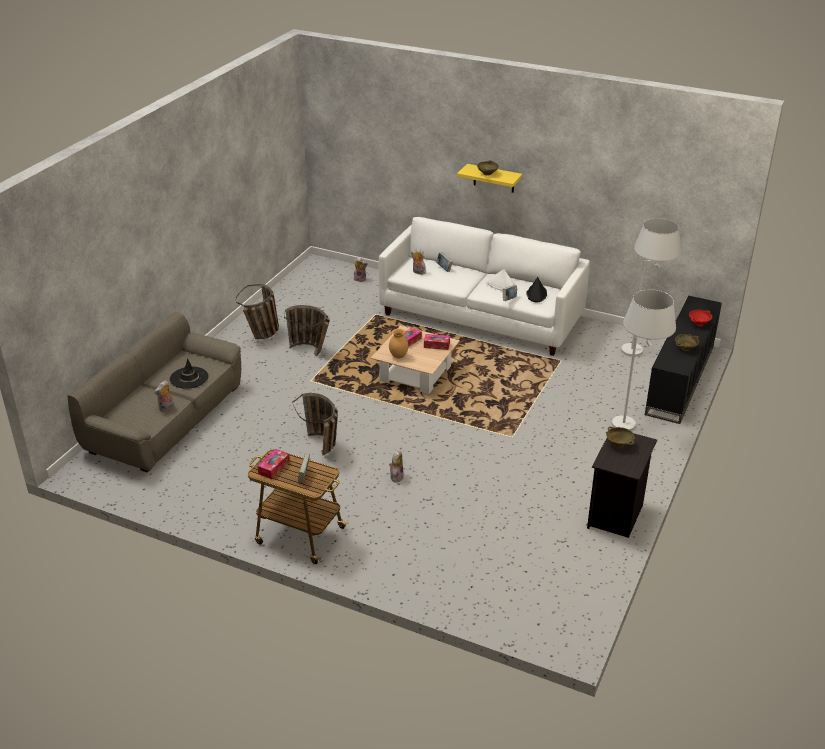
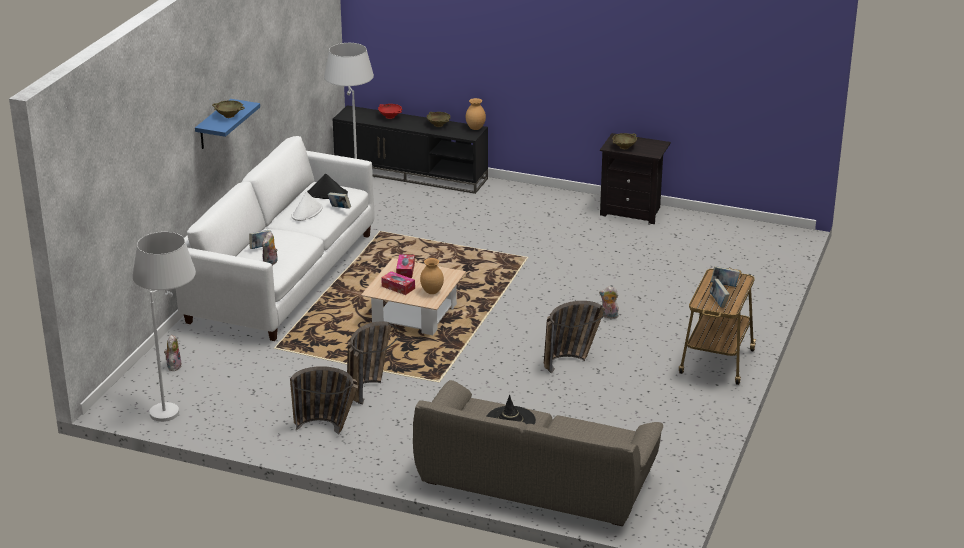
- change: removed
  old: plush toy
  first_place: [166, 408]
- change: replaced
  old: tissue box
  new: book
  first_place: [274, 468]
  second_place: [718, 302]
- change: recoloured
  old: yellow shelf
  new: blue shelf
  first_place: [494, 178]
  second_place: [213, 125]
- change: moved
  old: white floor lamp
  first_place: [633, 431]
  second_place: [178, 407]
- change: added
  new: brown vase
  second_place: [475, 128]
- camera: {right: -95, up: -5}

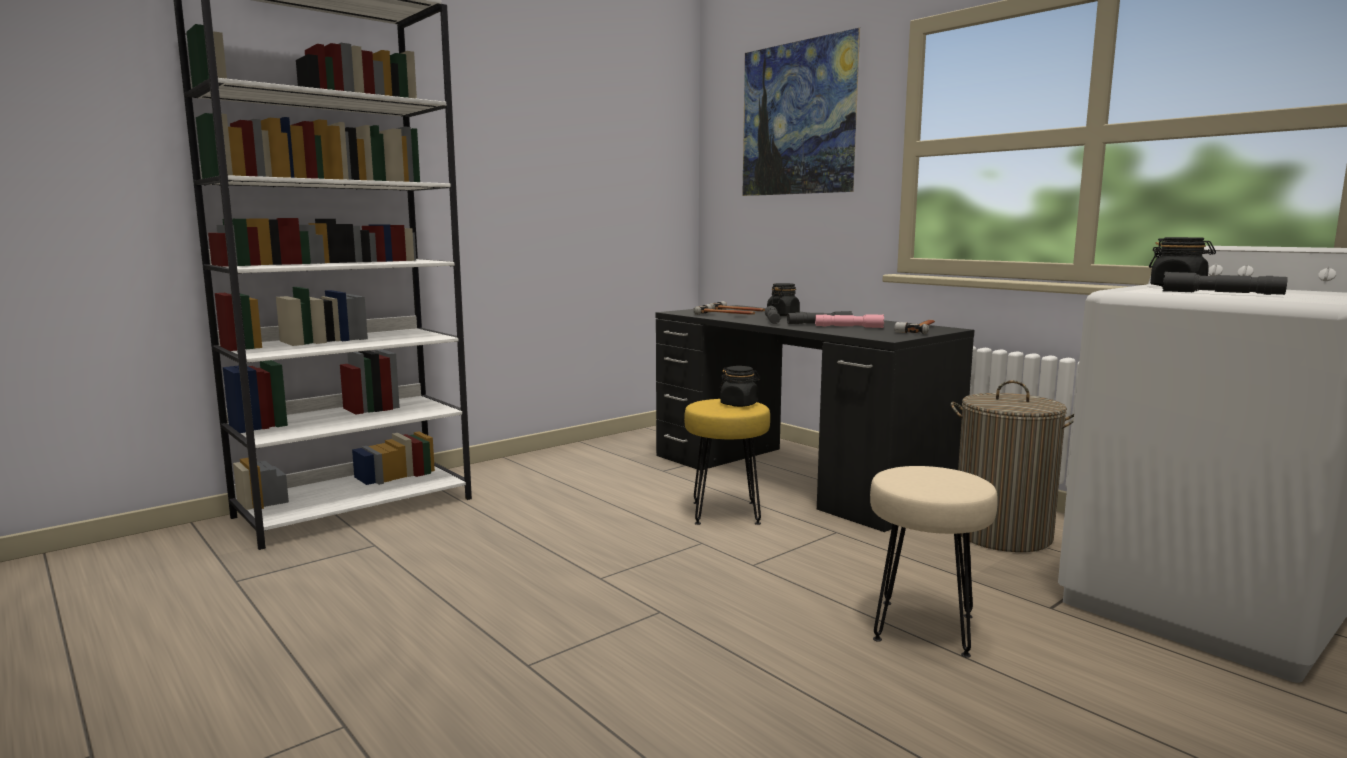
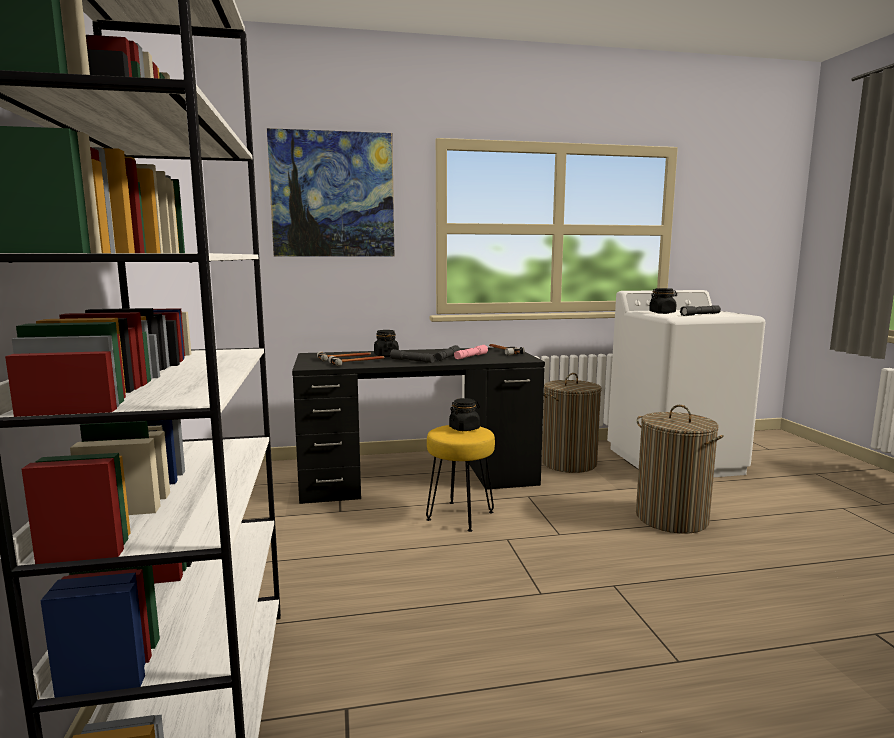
- change: replaced
  old: beige stool
  new: laundry basket
  first_place: [922, 627]
  second_place: [671, 518]
- camera: {right: -60, up: 0}

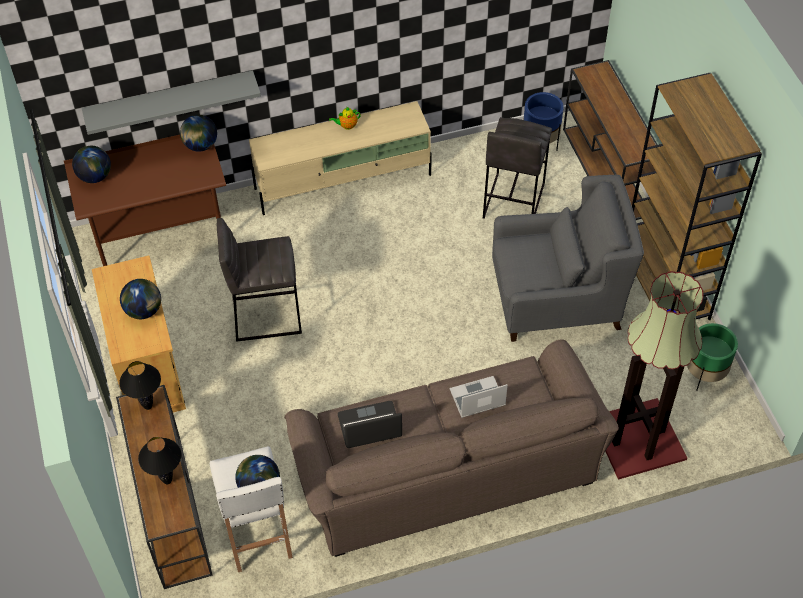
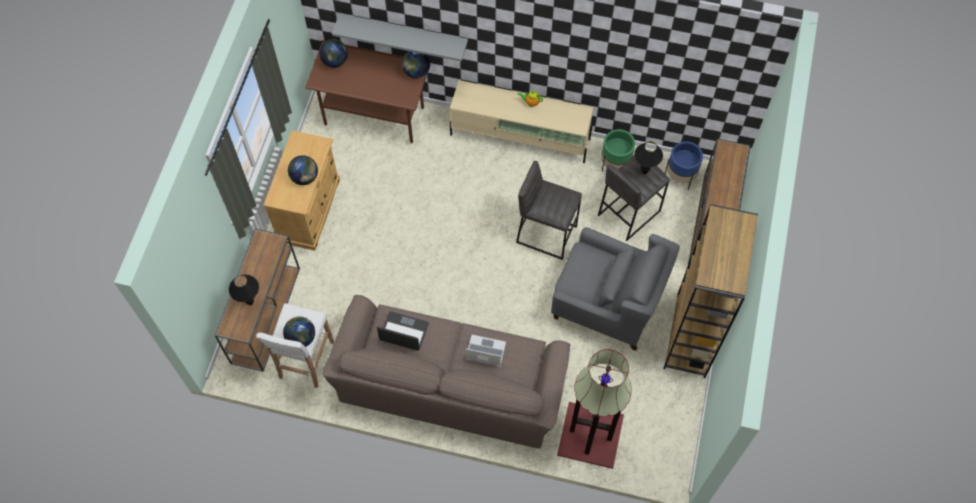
- change: moved
  old: black table lamp
  first_place: [148, 407]
  second_place: [644, 172]
- change: moved
  old: grey stool
  first_place: [266, 315]
  second_place: [546, 233]
- change: moved
  old: green planter
  first_place: [704, 374]
  second_place: [615, 164]
- camera: {right: 30, up: 10}

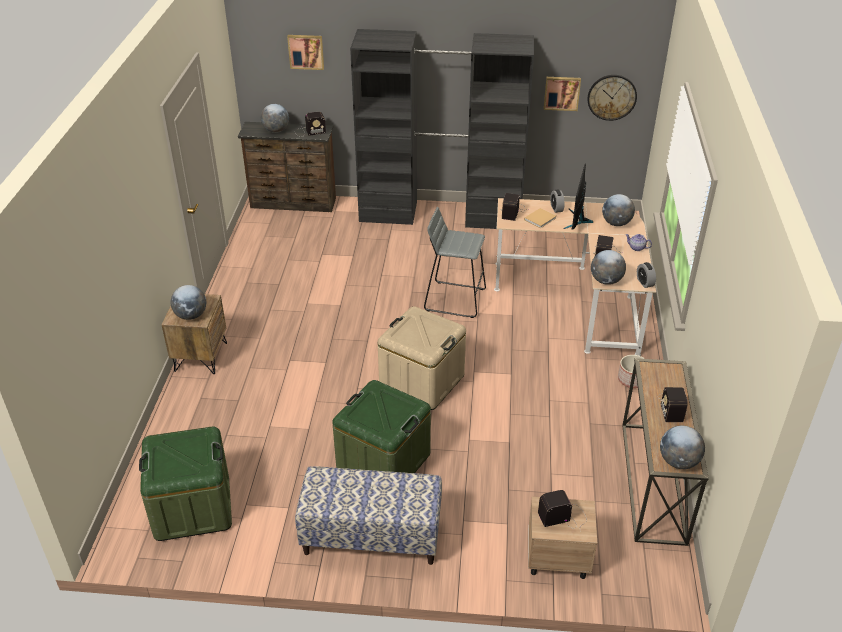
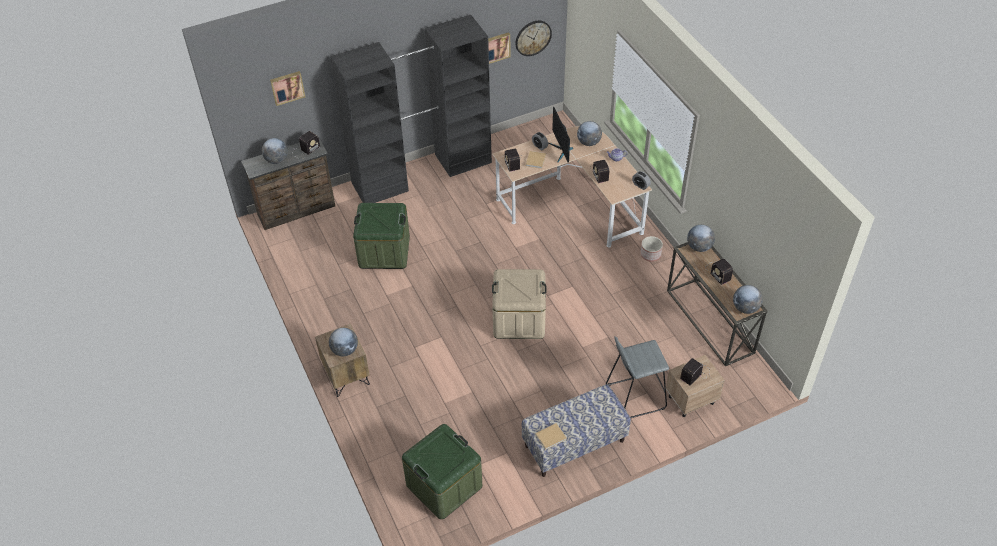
- change: moved
  old: green storage box
  first_place: [383, 461]
  second_place: [384, 251]
- change: moved
  old: grey stool
  first_place: [454, 299]
  second_place: [635, 396]
- change: moved
  old: globe
  first_place: [606, 281]
  second_place: [699, 247]
- change: added
  new: beige book
  second_place: [551, 436]
- camera: {right: -30, up: 10}

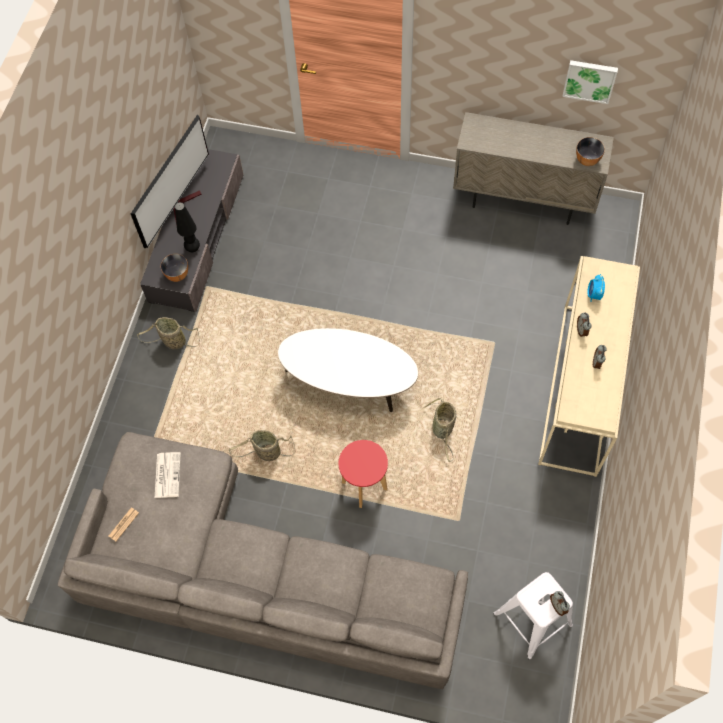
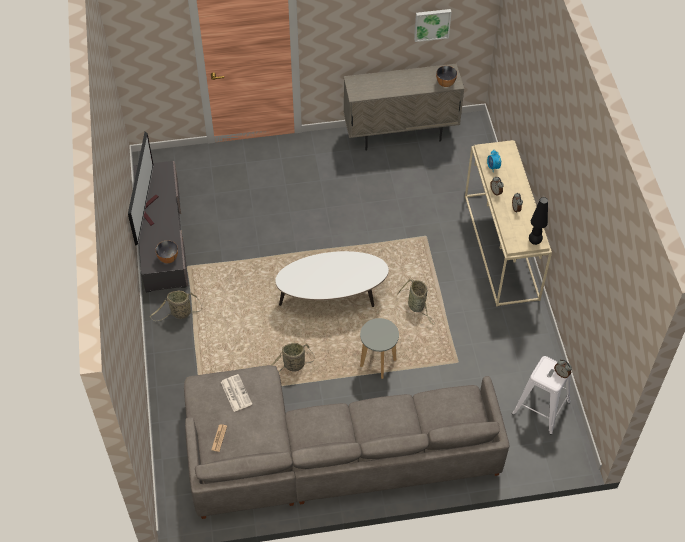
- change: moved
  old: black table lamp
  first_place: [192, 248]
  second_place: [534, 242]
- change: recoloured
  old: red stool
  new: grey stool
  first_place: [364, 485]
  second_place: [378, 363]
- camera: {right: -25, up: -10}

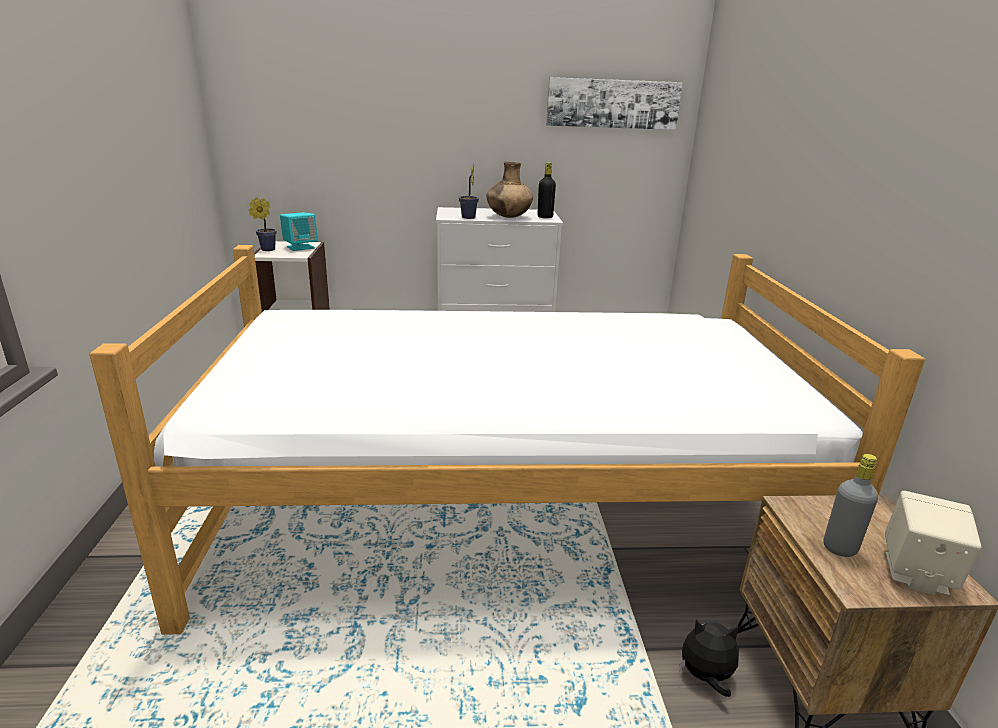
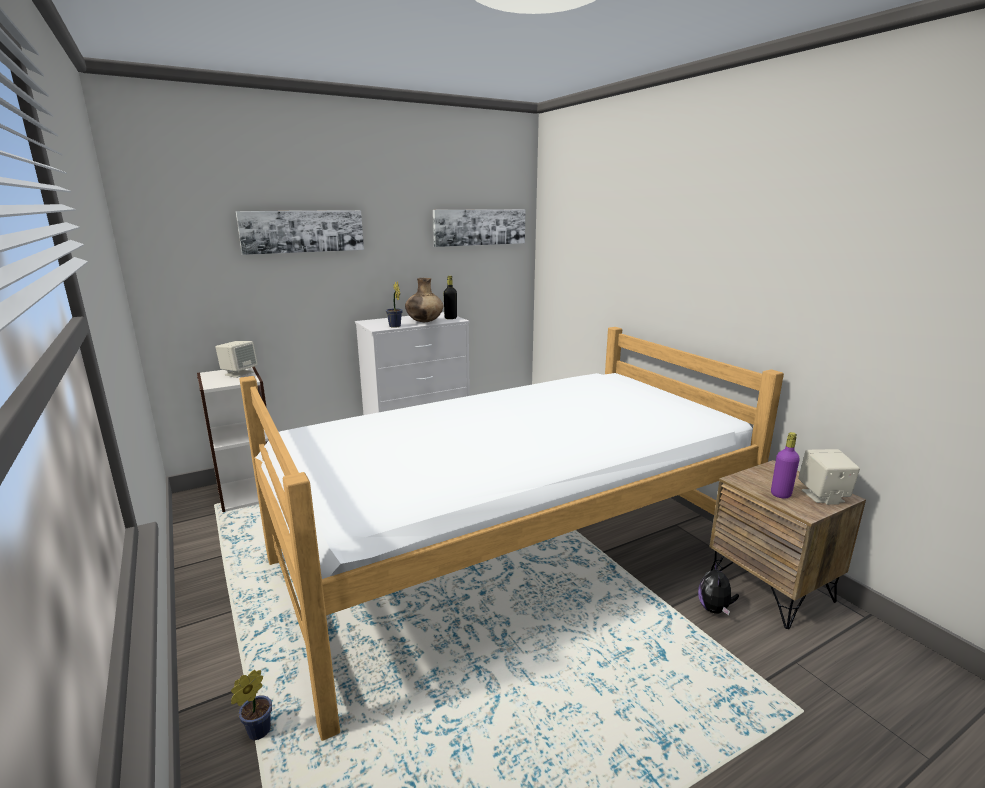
- change: moved
  old: potted plant
  first_place: [266, 249]
  second_place: [256, 733]
- change: recoloured
  old: turquoise speaker
  new: beige speaker
  first_place: [300, 247]
  second_place: [239, 373]
- change: turned
  old: plush toy
  first_place: [705, 677]
  second_place: [714, 609]
  degrees: -60
- change: recoloured
  old: grey bottle
  new: purple bottle
  first_place: [839, 548]
  second_place: [780, 494]
- change: added
  new: picture
  second_place: [302, 231]
- camera: {right: -25, up: -5}

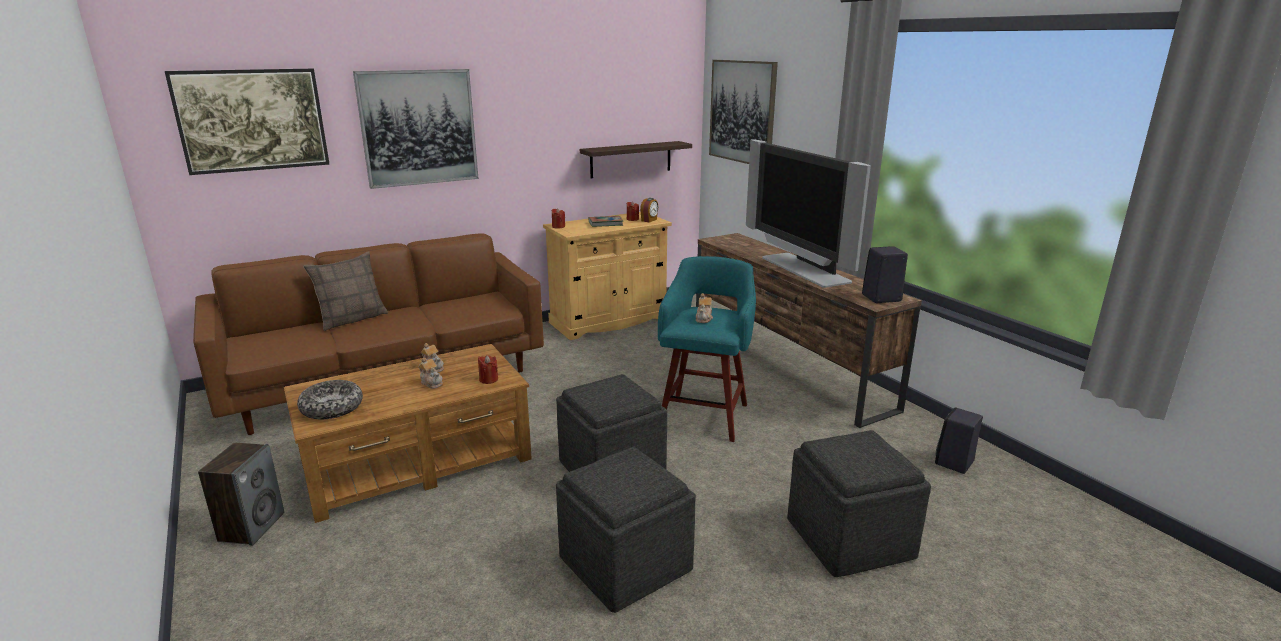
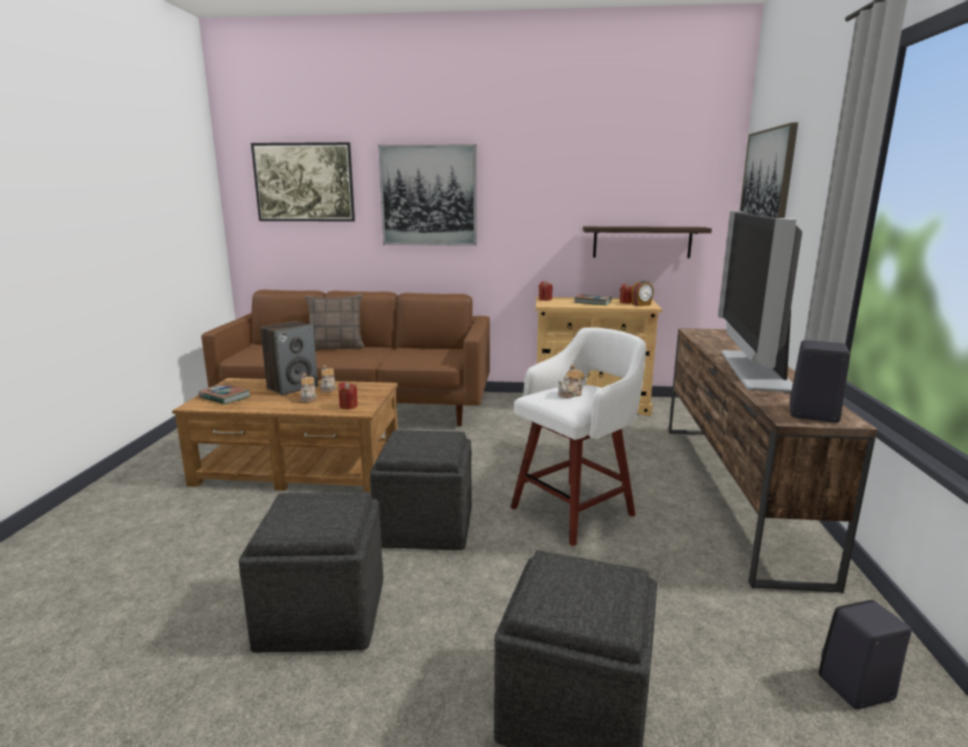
- change: moved
  old: speaker
  first_place: [252, 527]
  second_place: [292, 387]
- change: replaced
  old: bowl
  new: book
  first_place: [332, 408]
  second_place: [225, 397]
- change: recoloured
  old: turquoise stool
  new: white stool
  first_place: [704, 415]
  second_place: [575, 510]
- camera: {right: 35, up: -5}

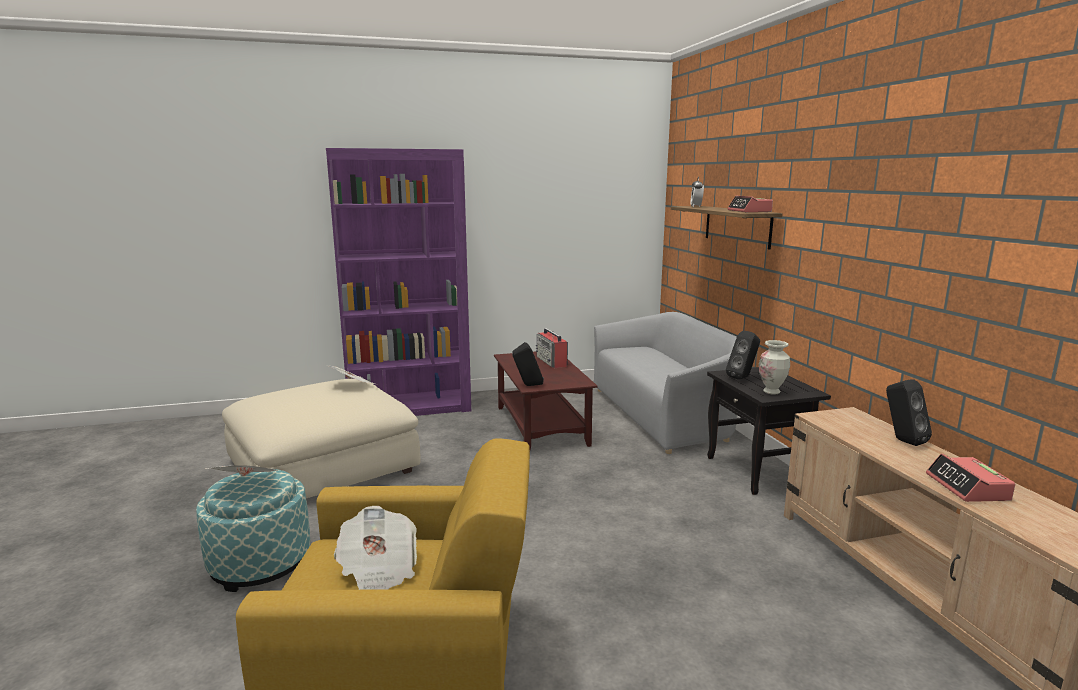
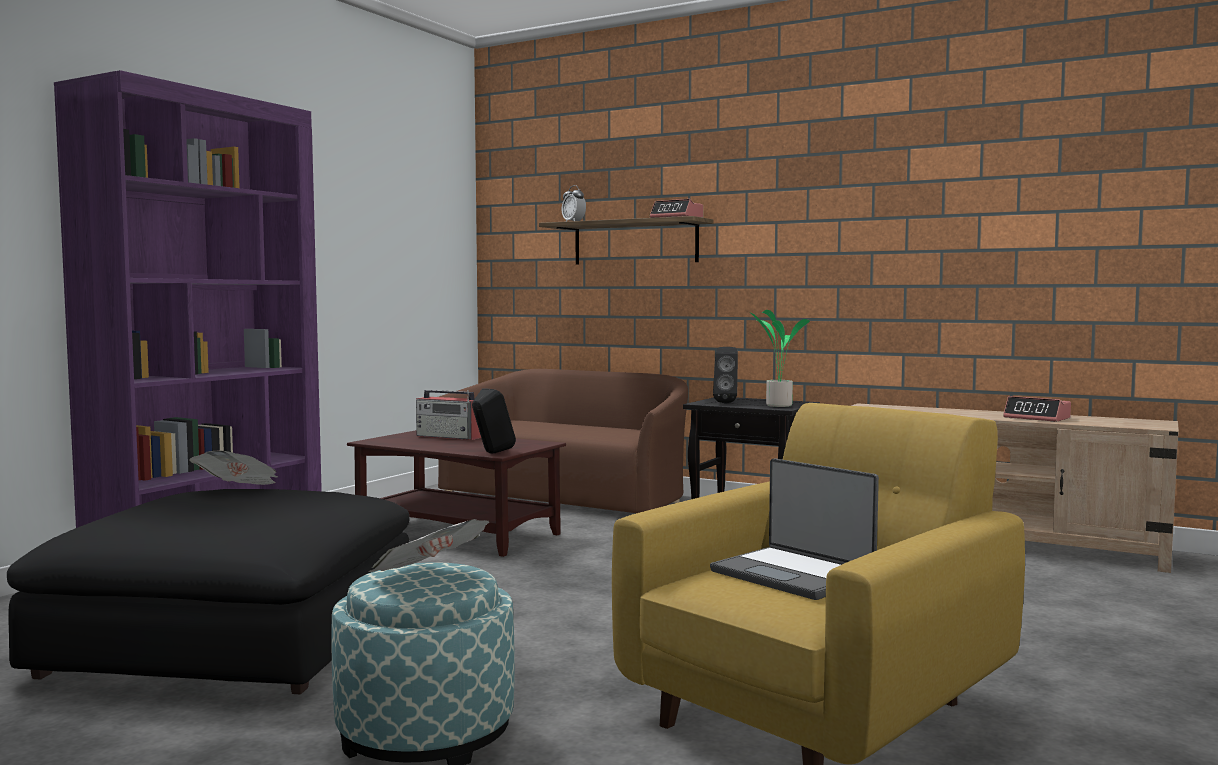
- change: recoloured
  old: beige ottoman
  new: black ottoman
  first_place: [323, 465]
  second_place: [234, 638]
- change: replaced
  old: newspaper
  new: laptop
  first_place: [378, 570]
  second_place: [794, 575]
- change: recoloured
  old: grey sofa
  new: brown sofa
  first_place: [663, 414]
  second_place: [569, 497]
- change: replaced
  old: vase
  new: potted plant
  first_place: [771, 392]
  second_place: [777, 405]
- change: removed
  old: black speaker
  first_place: [902, 440]
- camera: {right: -45, up: -10}

